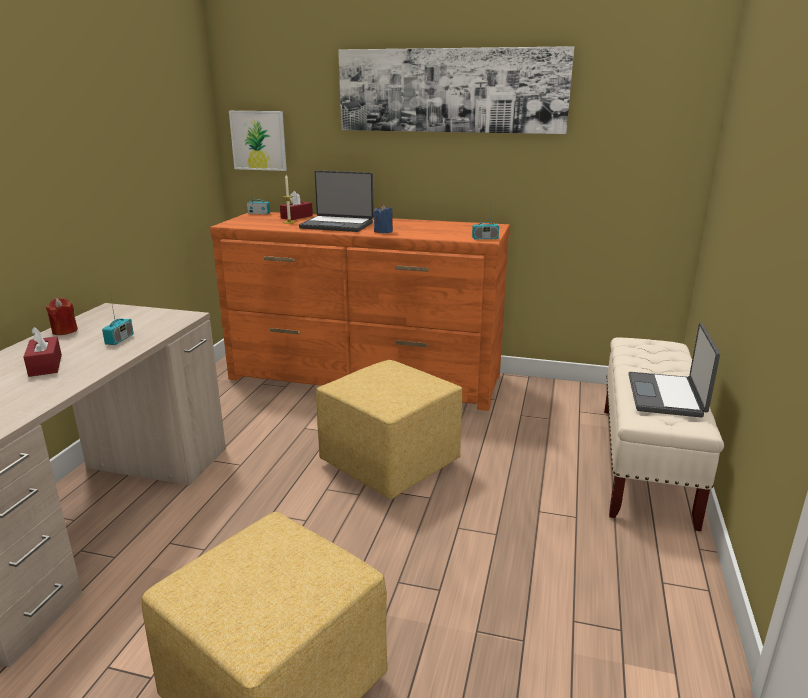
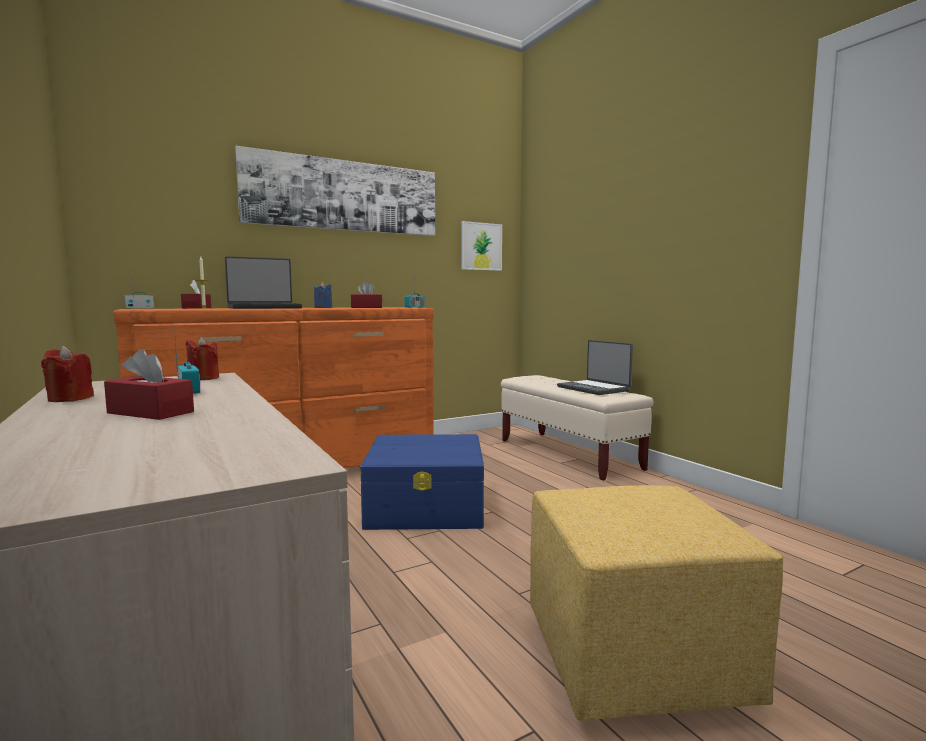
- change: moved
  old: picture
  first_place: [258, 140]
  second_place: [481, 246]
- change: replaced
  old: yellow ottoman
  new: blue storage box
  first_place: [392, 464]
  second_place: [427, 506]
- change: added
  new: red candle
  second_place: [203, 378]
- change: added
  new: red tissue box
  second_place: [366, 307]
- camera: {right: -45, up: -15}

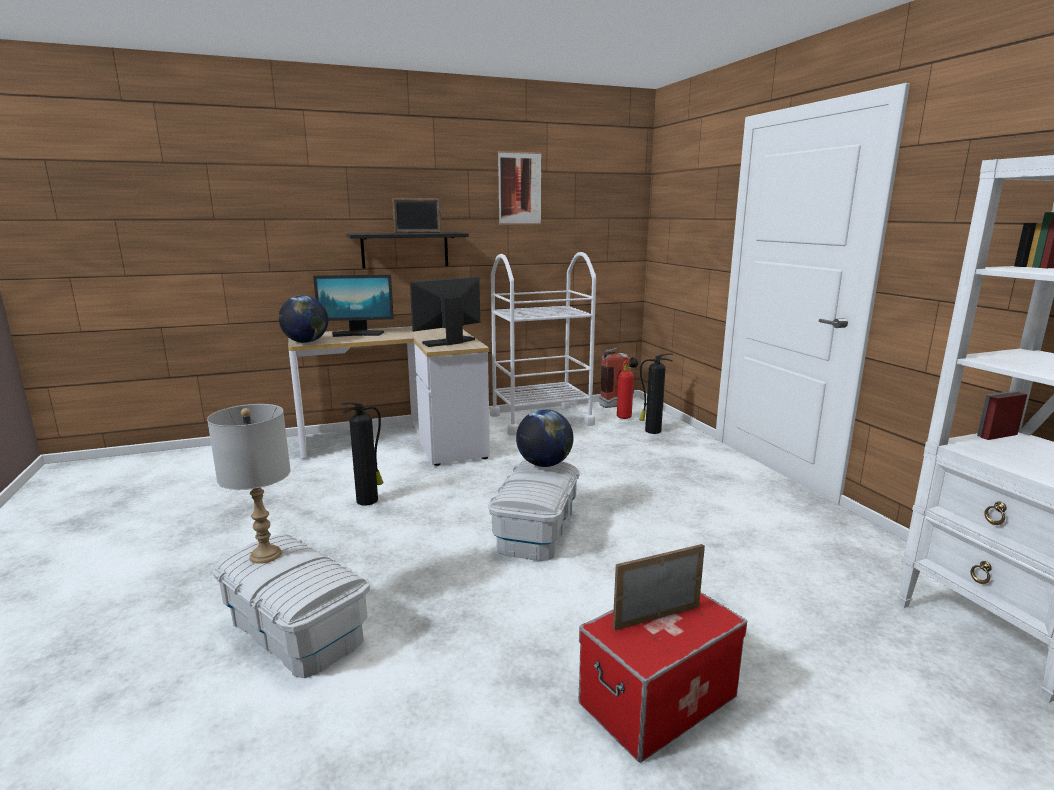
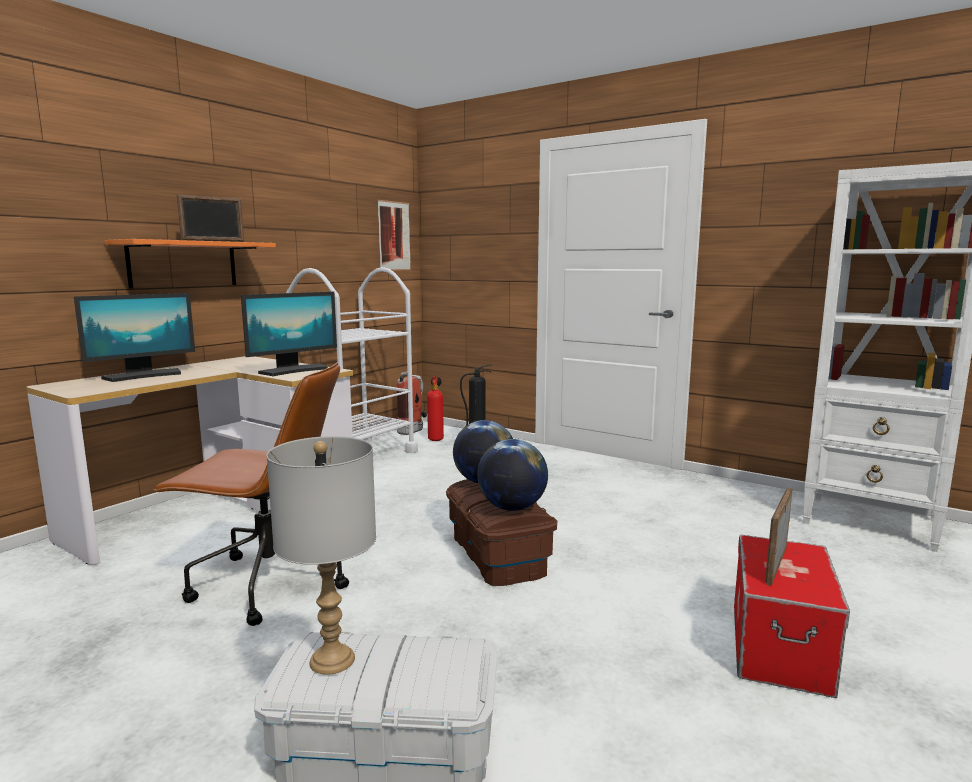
- change: moved
  old: globe
  first_place: [306, 342]
  second_place: [512, 508]
- change: replaced
  old: fire extinguisher
  new: brown office chair
  first_place: [368, 500]
  second_place: [267, 583]
- change: recoloured
  old: black shelf
  new: orange shelf
  first_place: [405, 250]
  second_place: [183, 264]
- change: turned
  old: monitor
  first_place: [449, 342]
  second_place: [294, 370]
  degrees: -150
- change: recoloured
  old: white storage box
  new: brown storage box
  first_place: [535, 530]
  second_place: [497, 555]
- change: moved
  old: picture
  first_place: [519, 188]
  second_place: [394, 236]
- camera: {right: -35, up: -5}

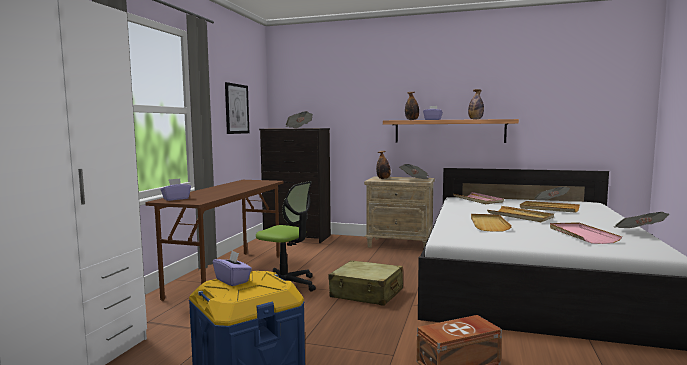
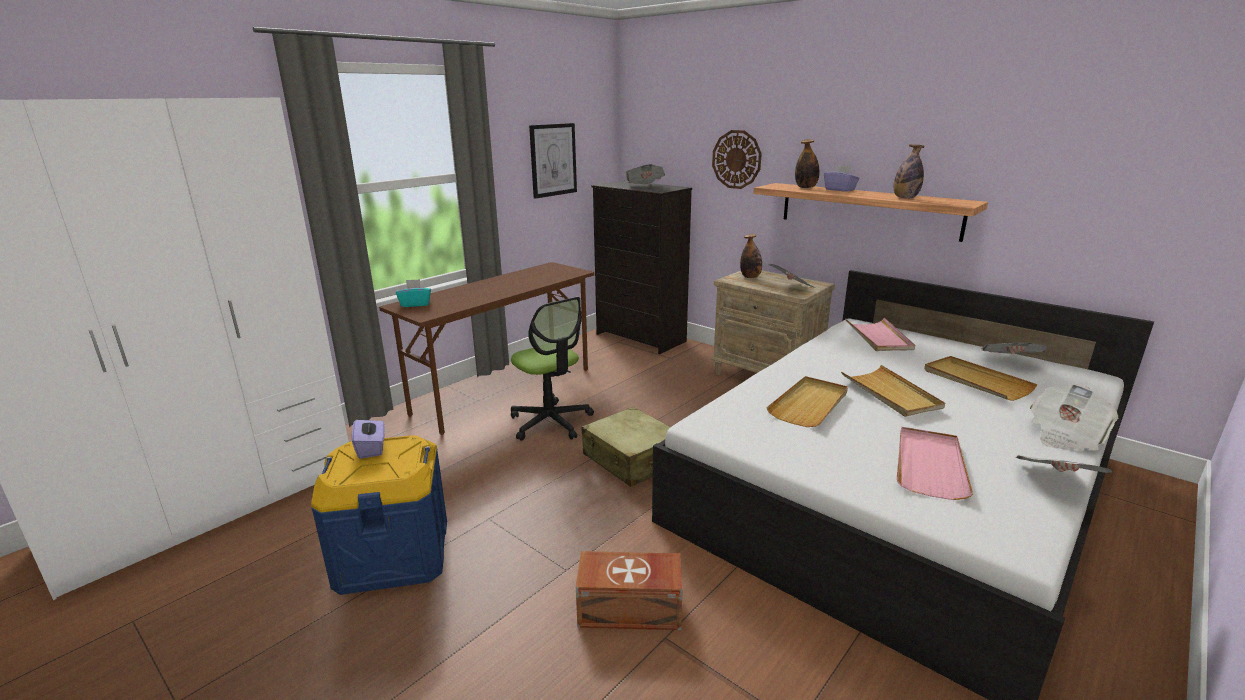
- change: recoloured
  old: purple tissue box
  new: turquoise tissue box
  first_place: [176, 199]
  second_place: [415, 304]
- change: added
  new: wall clock
  second_place: [736, 159]
- change: added
  new: newspaper
  second_place: [1065, 435]
- camera: {right: 25, up: 15}

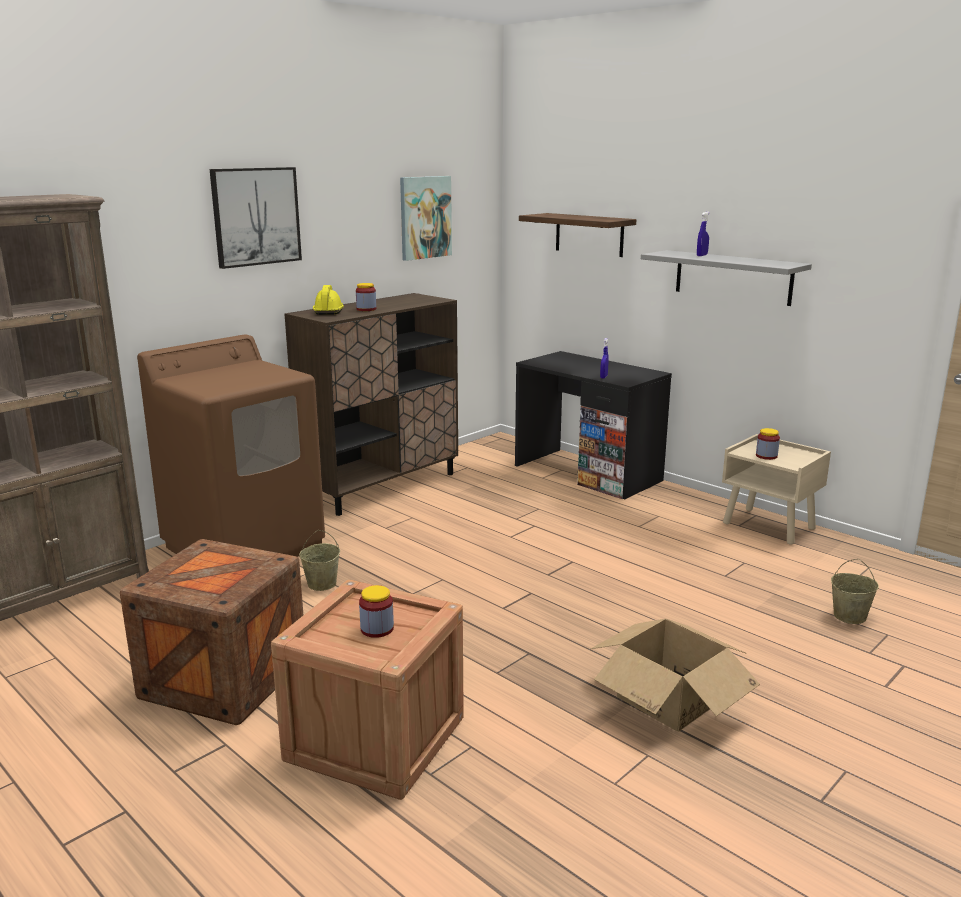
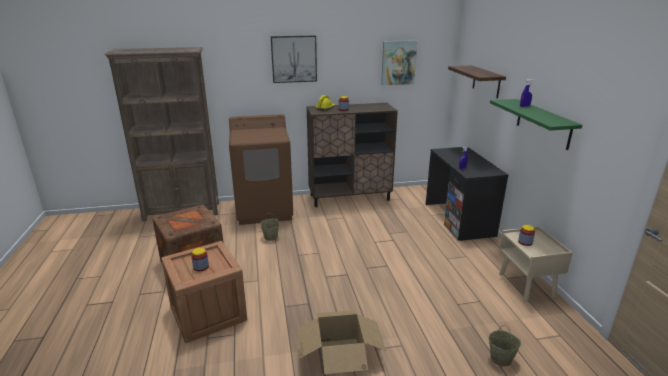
- change: recoloured
  old: grey shelf
  new: green shelf
  first_place: [733, 277]
  second_place: [543, 123]
- camera: {right: 35, up: 5}

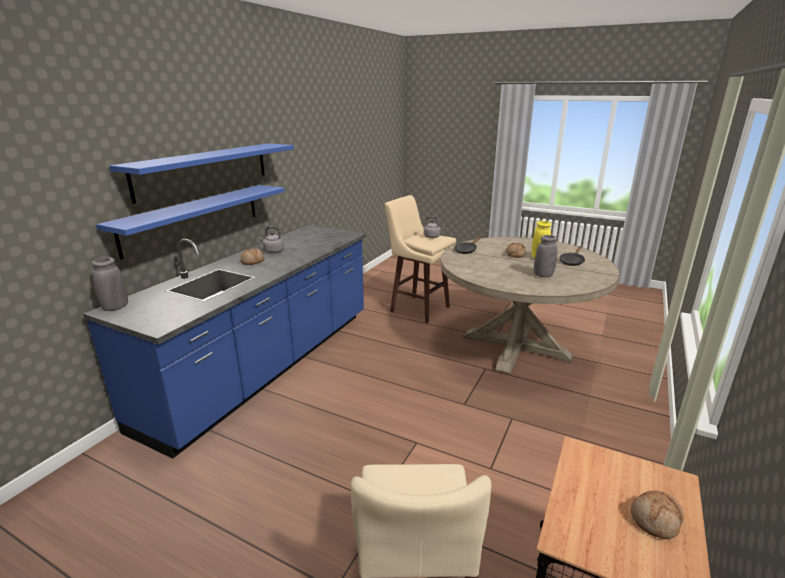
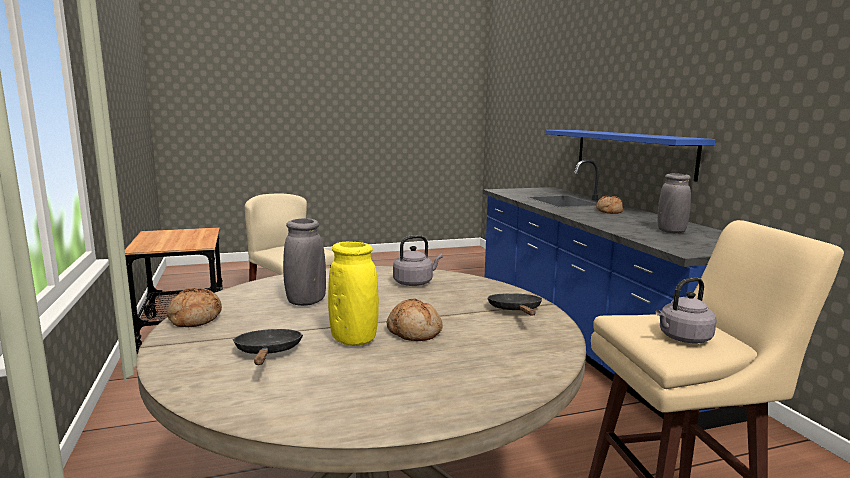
- change: moved
  old: grey vase
  first_place: [115, 308]
  second_place: [671, 232]
- change: removed
  old: blue shelf
  first_place: [204, 170]
- change: moved
  old: grey kettle
  first_place: [273, 251]
  second_place: [415, 282]
- change: moved
  old: bread
  first_place: [656, 520]
  second_place: [194, 318]
- camera: {right: 135, up: -10}

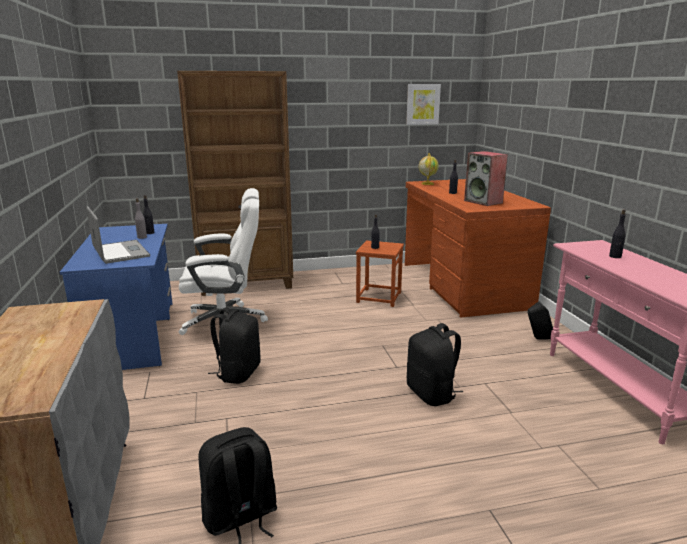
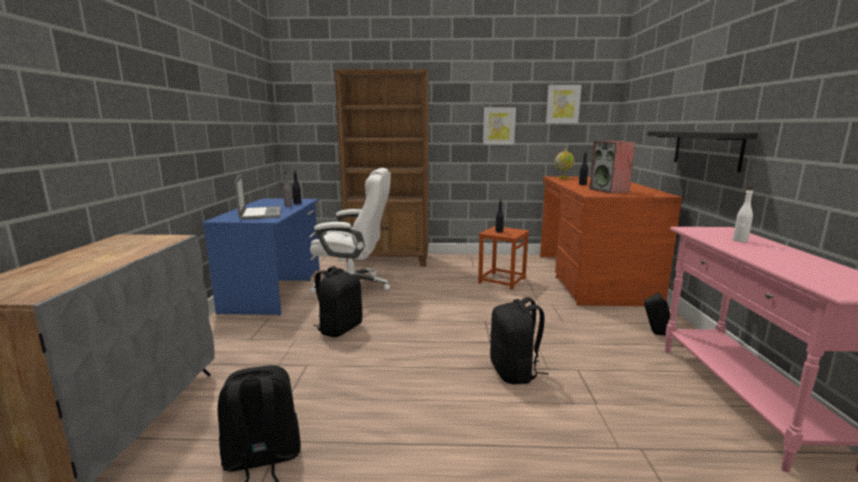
- change: recoloured
  old: black bottle
  new: white bottle
  first_place: [615, 256]
  second_place: [740, 240]
- change: added
  new: picture
  second_place: [499, 126]
- change: added
  new: black shelf
  second_place: [706, 149]
- camera: {right: 15, up: -5}

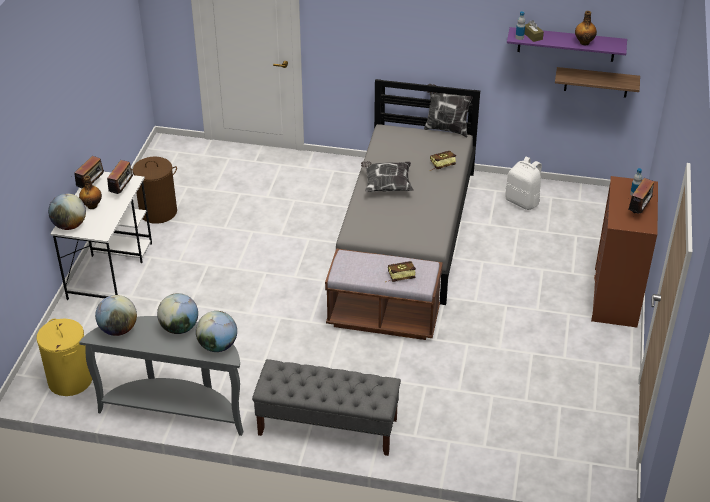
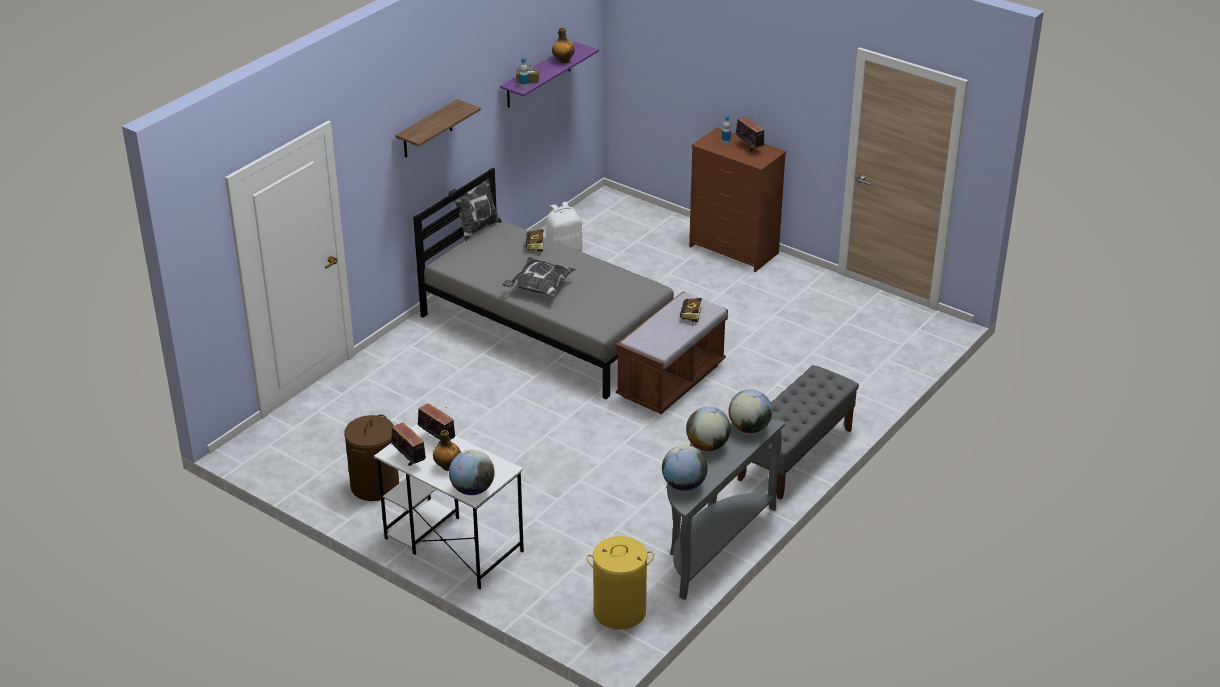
- change: moved
  old: shelf
  first_place: [596, 82]
  second_place: [427, 130]
- camera: {right: -65, up: -5}

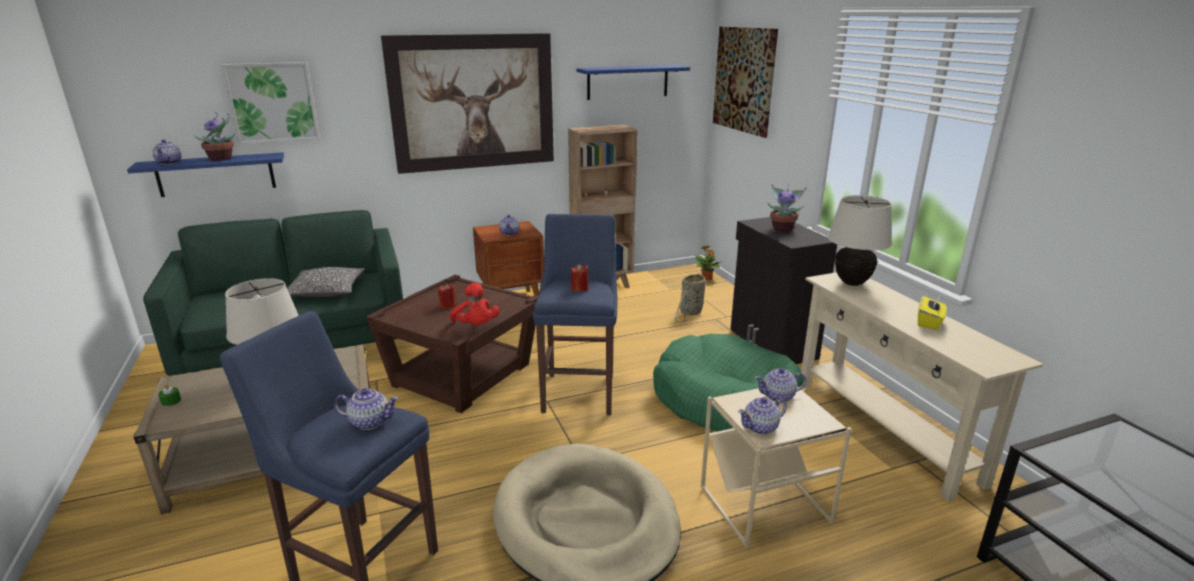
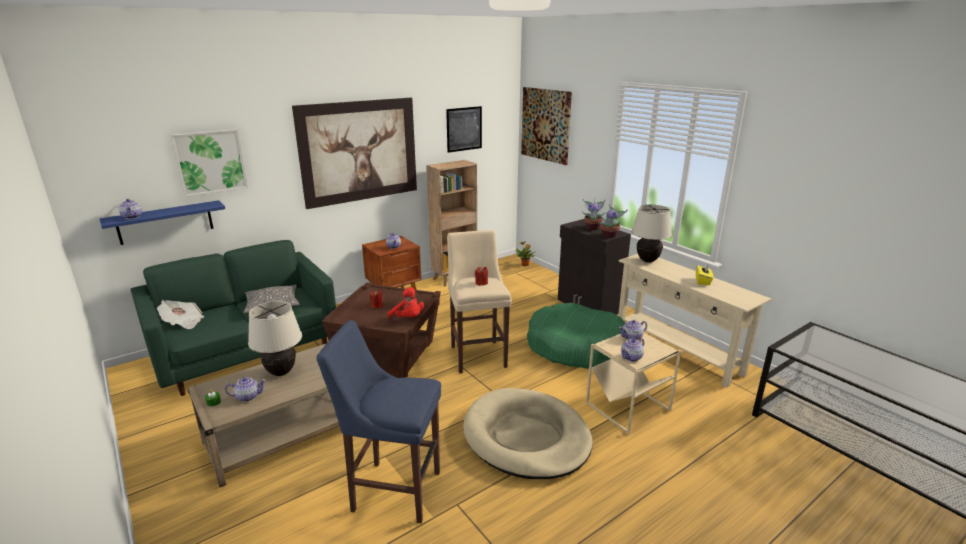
- change: moved
  old: potted plant
  first_place: [222, 159]
  second_place: [610, 235]
- change: moved
  old: teapot
  first_place: [369, 421]
  second_place: [247, 396]
- change: recoloured
  old: blue stool
  new: beige stool
  first_place: [579, 391]
  second_place: [478, 354]
- change: replaced
  old: blue shelf
  new: picture
  first_place: [627, 82]
  second_place: [464, 129]
- change: removed
  old: basket
  first_place: [690, 313]
- change: added
  new: newspaper
  second_place: [183, 322]
- camera: {right: -15, up: 0}

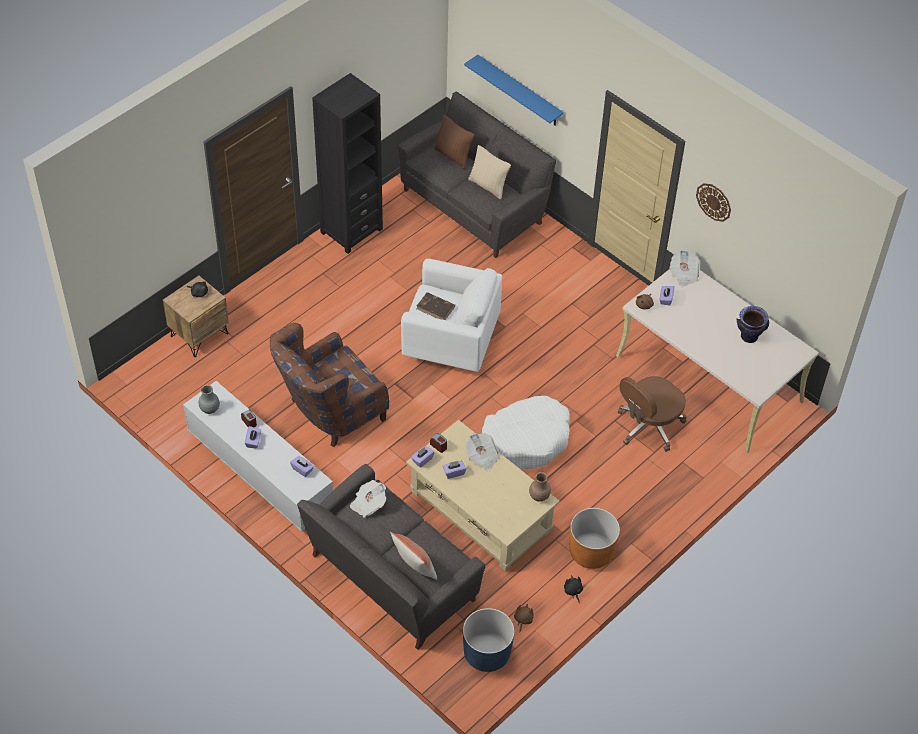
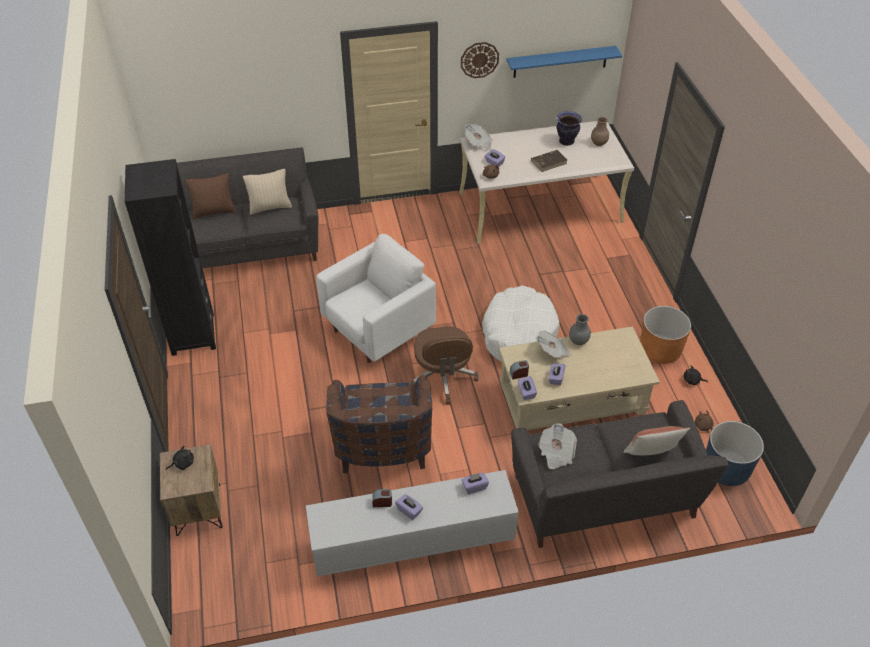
- change: moved
  old: grey vase
  first_place: [209, 409]
  second_place: [578, 341]
- change: moved
  old: brown book
  first_place: [436, 308]
  second_place: [549, 162]
- change: moved
  old: blue shelf
  first_place: [519, 91]
  second_place: [560, 62]
- change: moved
  old: brown vase
  first_place: [539, 496]
  second_place: [598, 143]
- change: moved
  old: brown office chair
  first_place: [648, 426]
  second_place: [442, 378]
- camera: {right: -55, up: -5}

